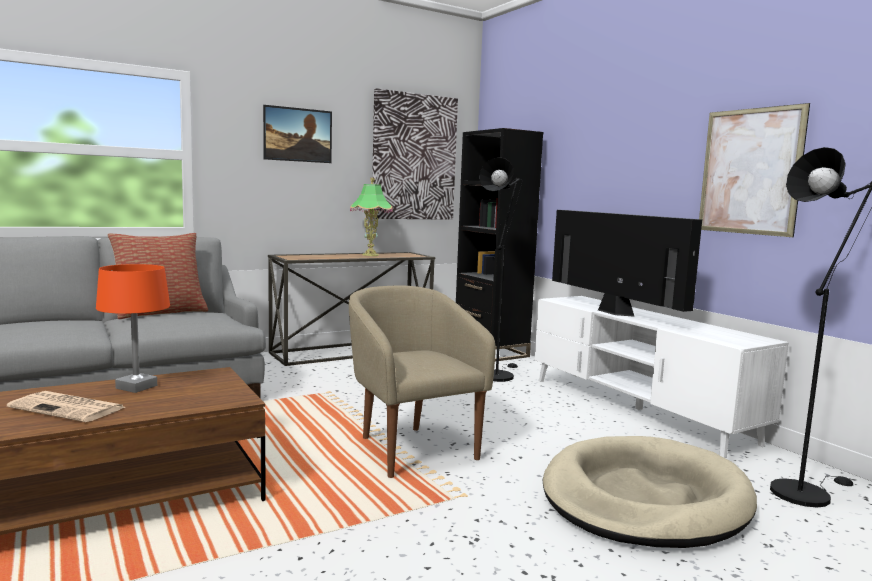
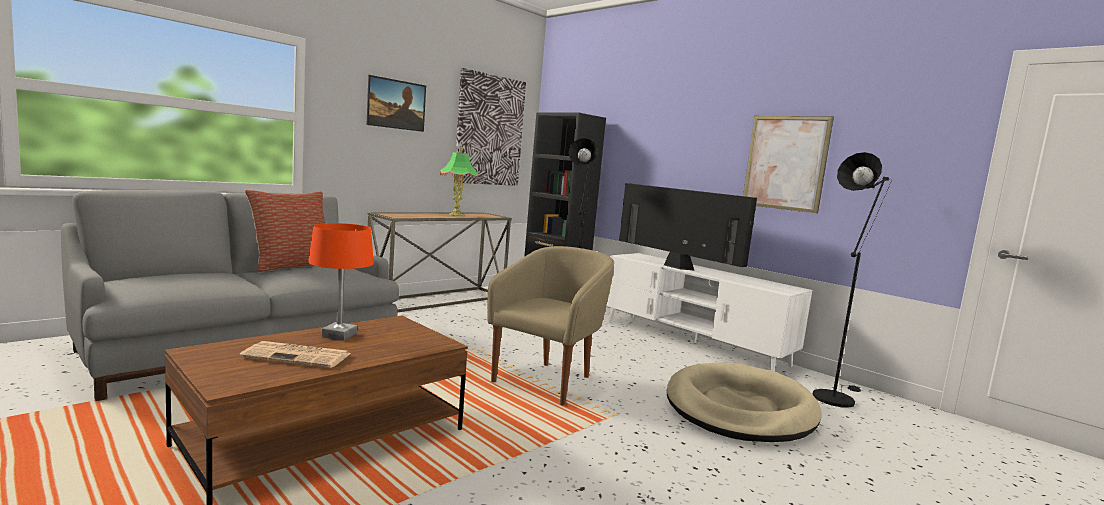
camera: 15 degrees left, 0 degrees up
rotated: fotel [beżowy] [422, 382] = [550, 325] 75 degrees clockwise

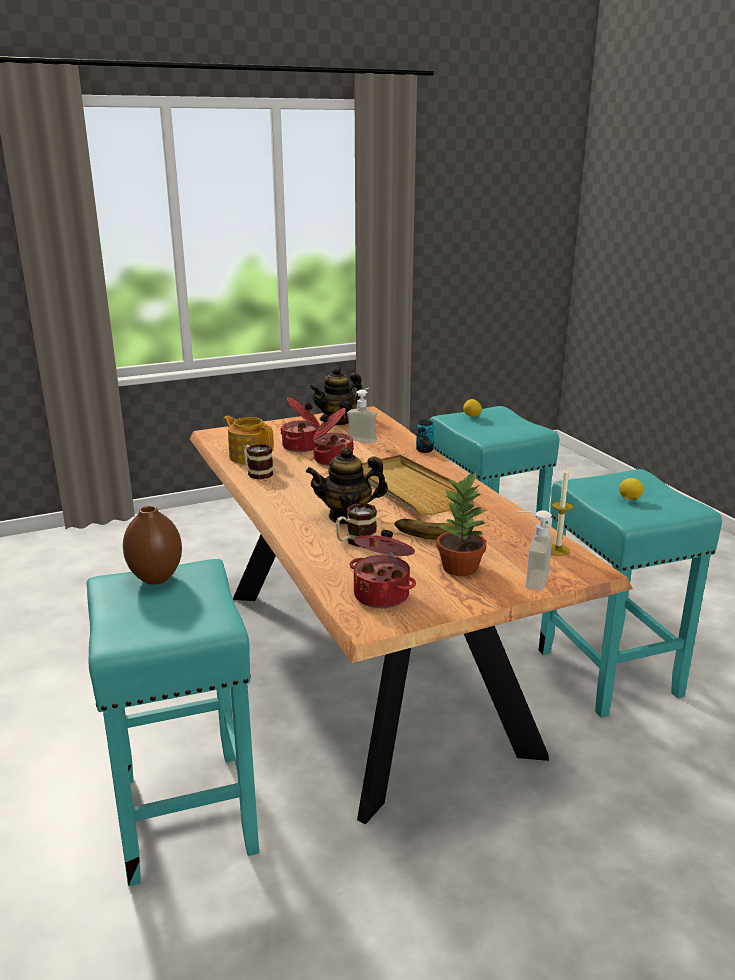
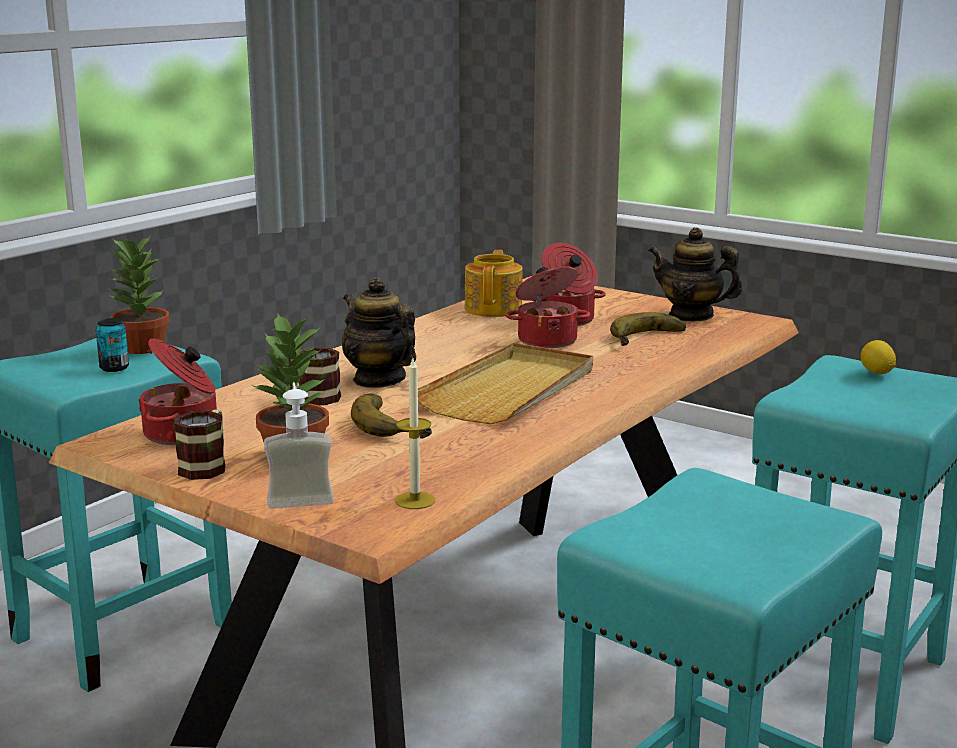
camera: 60 degrees right, 5 degrees down
gone: cytryna [631, 489]
shifted: puszka [425, 436] to [112, 345]; kubek [259, 462] to [200, 445]
swapped: dozownik mydła [362, 416] to banan [648, 329]; wazon [brązowy] [152, 545] to roślina doniczkowa [138, 294]

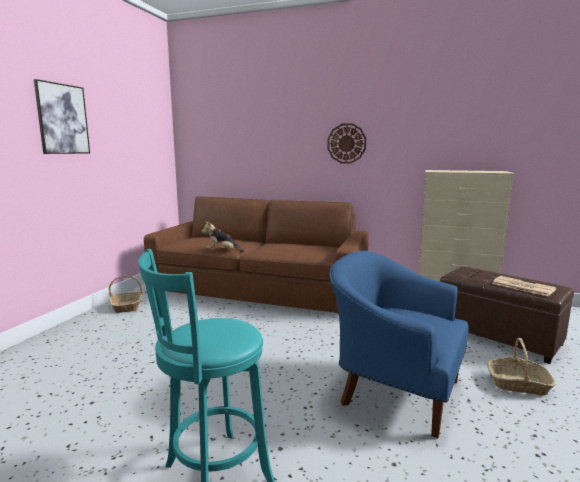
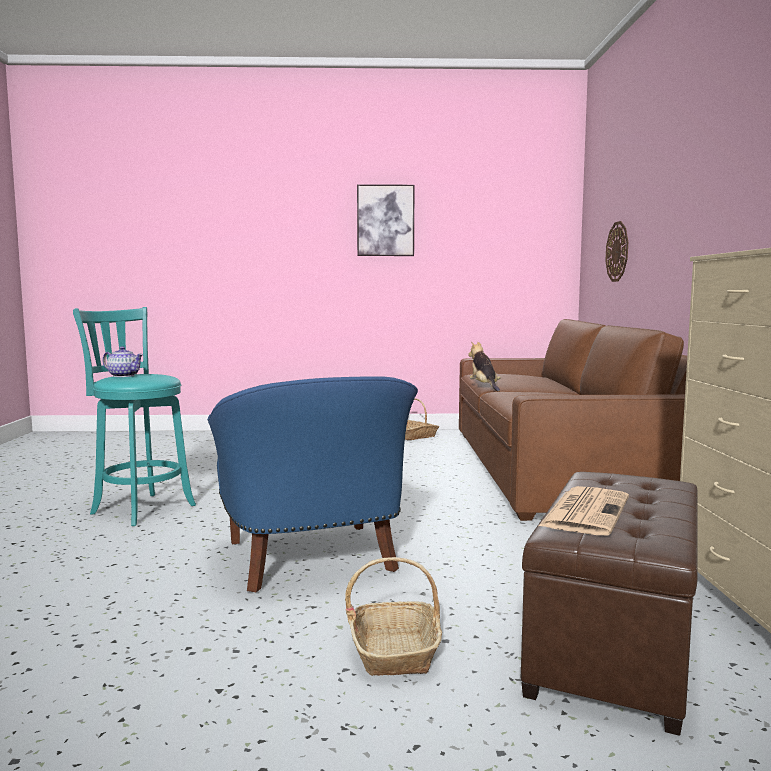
camera: 70 degrees right, 5 degrees down
new: imbryk [123, 361]
shifted: zegar ścienny [346, 143] to [616, 251]
rotated: fotel [niebieski] [399, 344] = [312, 484] 150 degrees clockwise

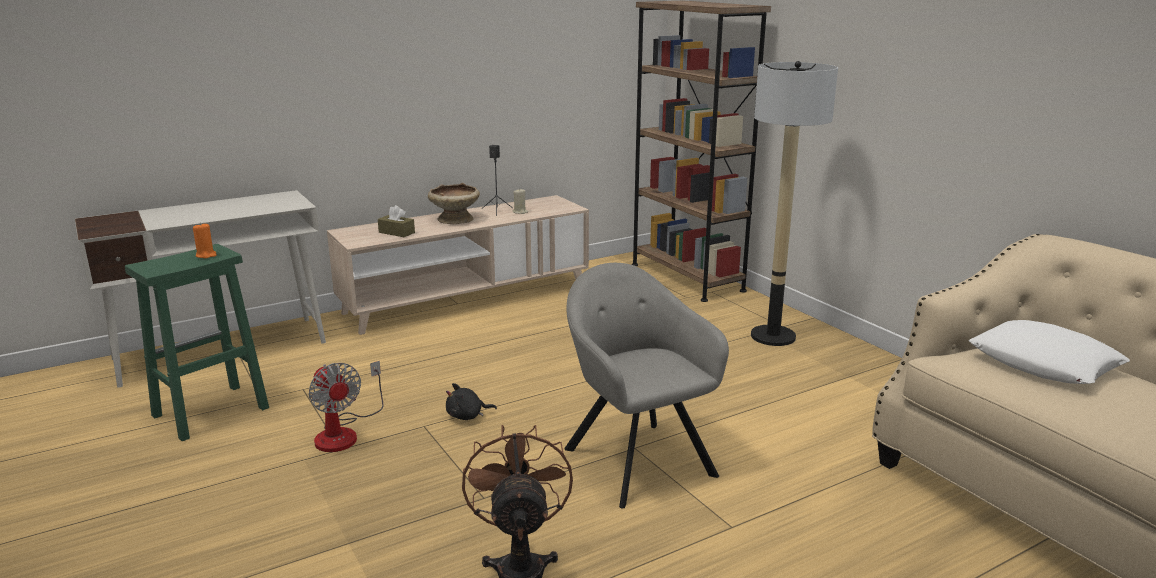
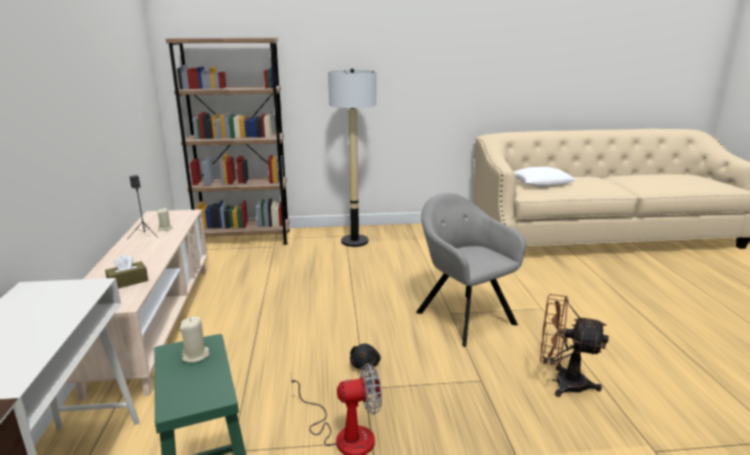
camera: 65 degrees left, 0 degrees up
gone: miska [beżowy] [454, 203]
repainted: świeca [pomarańczowy] [205, 240] to świeca [beżowy] [195, 340]
rotated: fotel [szary] [646, 386] = [471, 270] 60 degrees clockwise

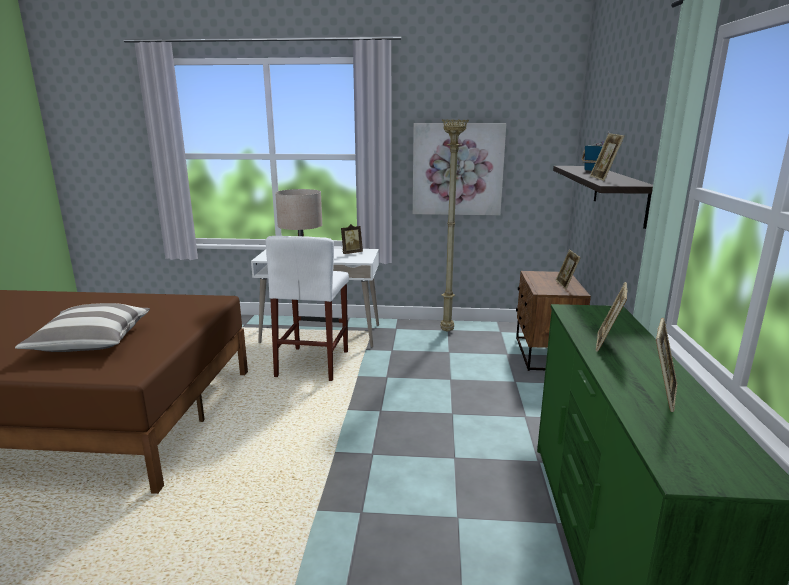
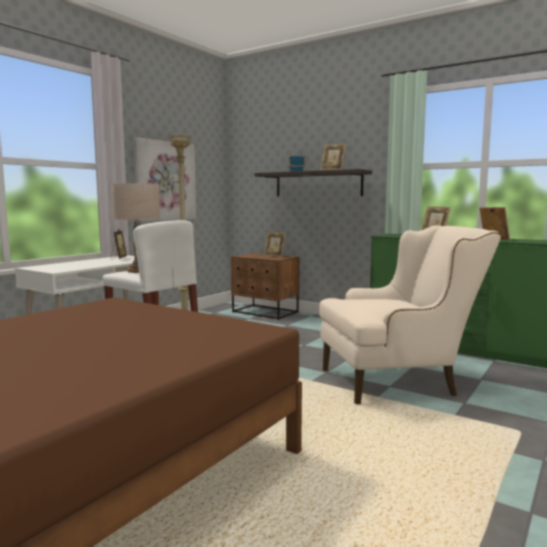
camera: 60 degrees left, 10 degrees down
gone: poduszka [82, 327]
new: fotel [beżowy] [410, 314]

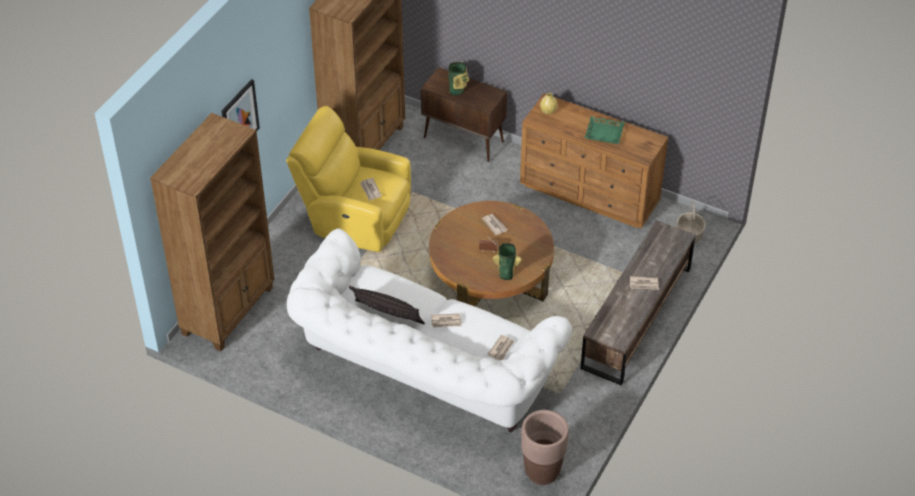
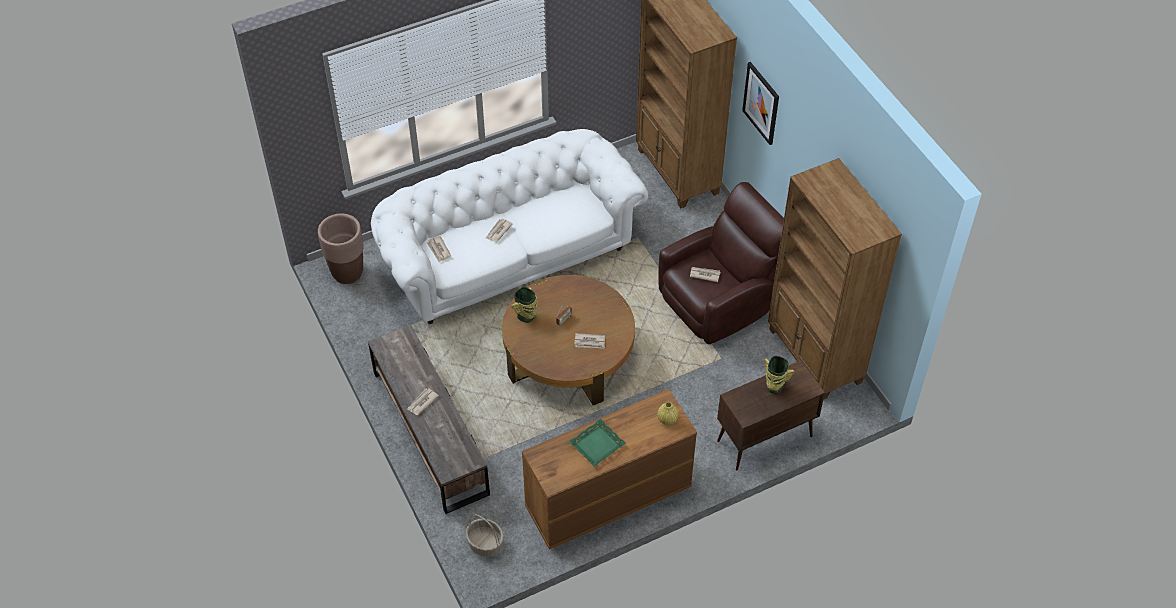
camera: 125 degrees right, 5 degrees up
gone: poduszka [387, 305]
repainted: fotel [żółty] [348, 179] to fotel [brązowy] [721, 263]

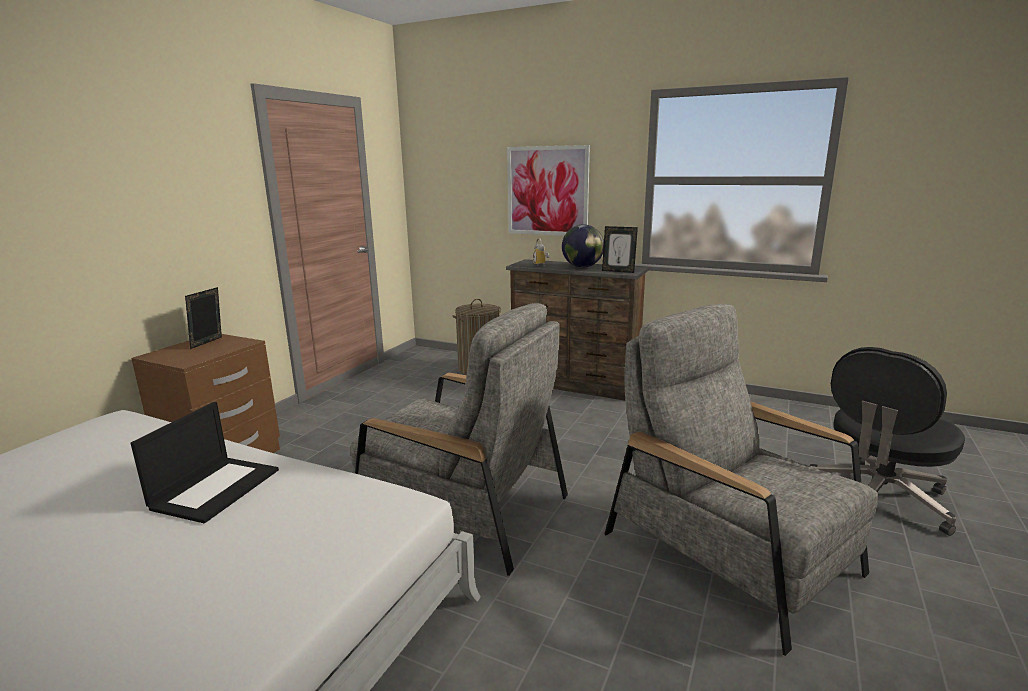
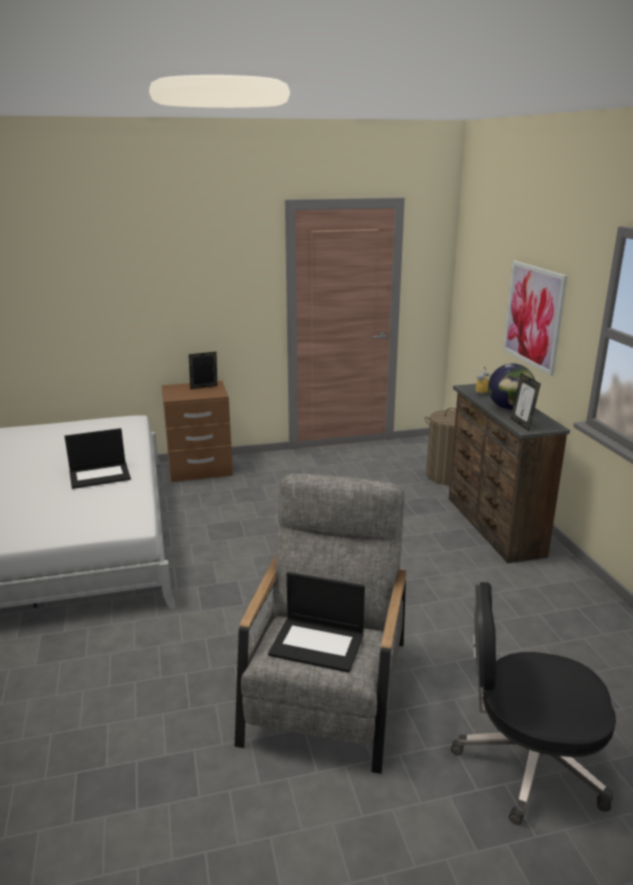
camera: 50 degrees right, 5 degrees up
gone: fotel [szary] [459, 439]
new: laptop [316, 622]

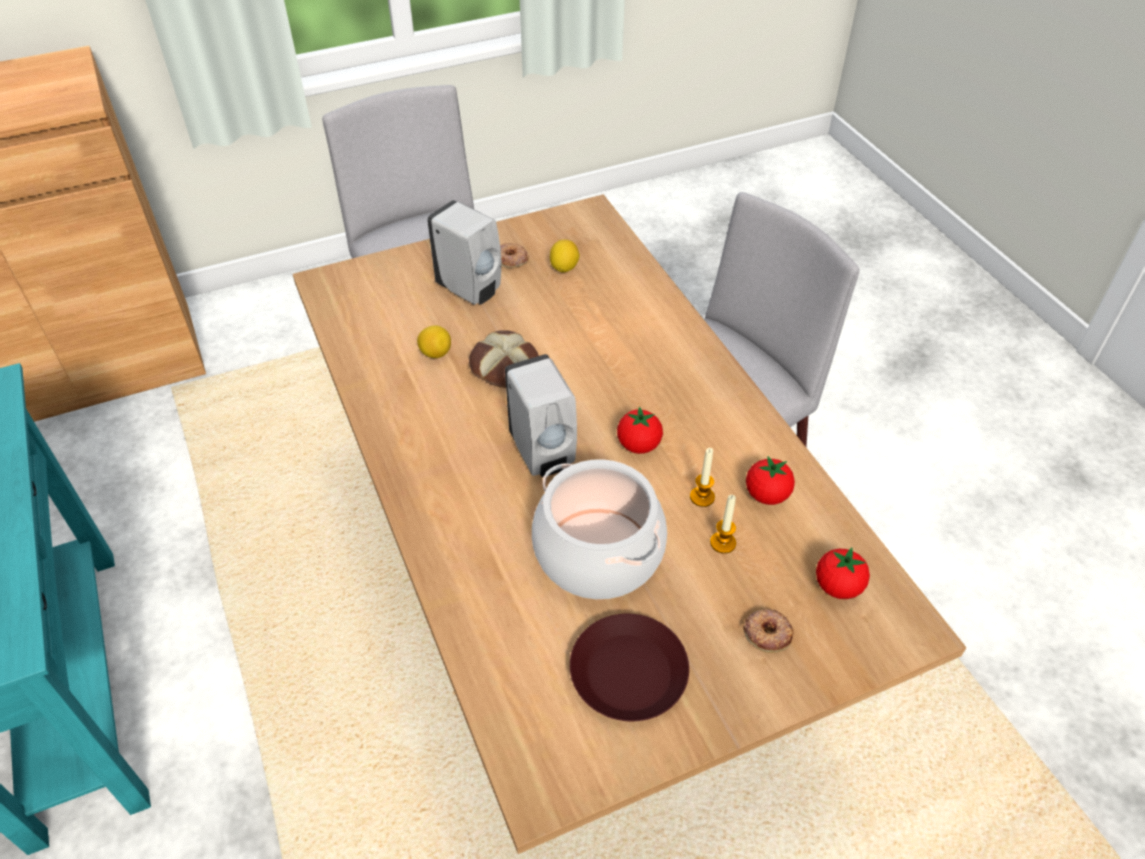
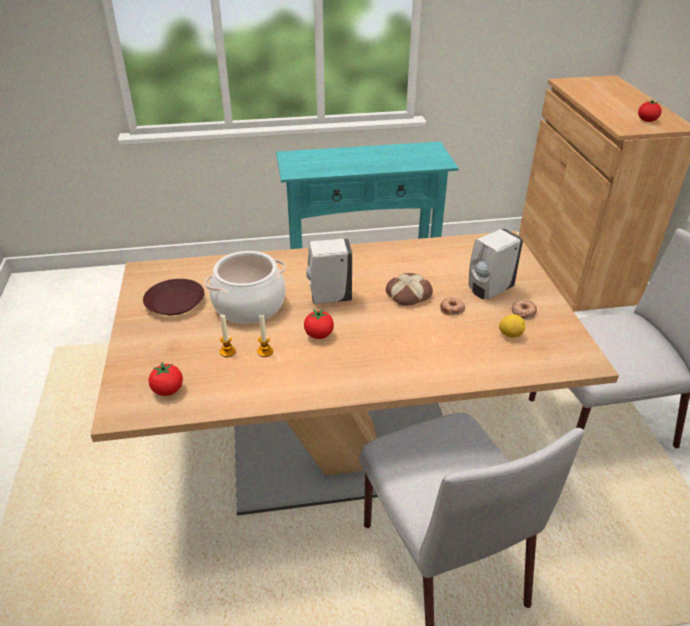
camera: 105 degrees right, 10 degrees down
gone: cytryna [434, 341]
shifted: pomidor [770, 480] to [650, 110]; donut [768, 631] to [452, 306]

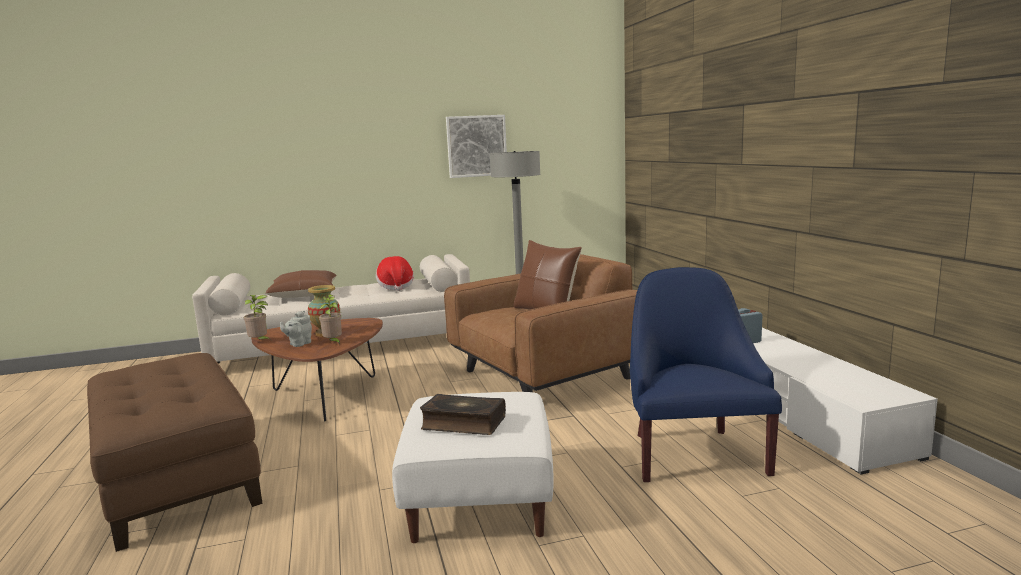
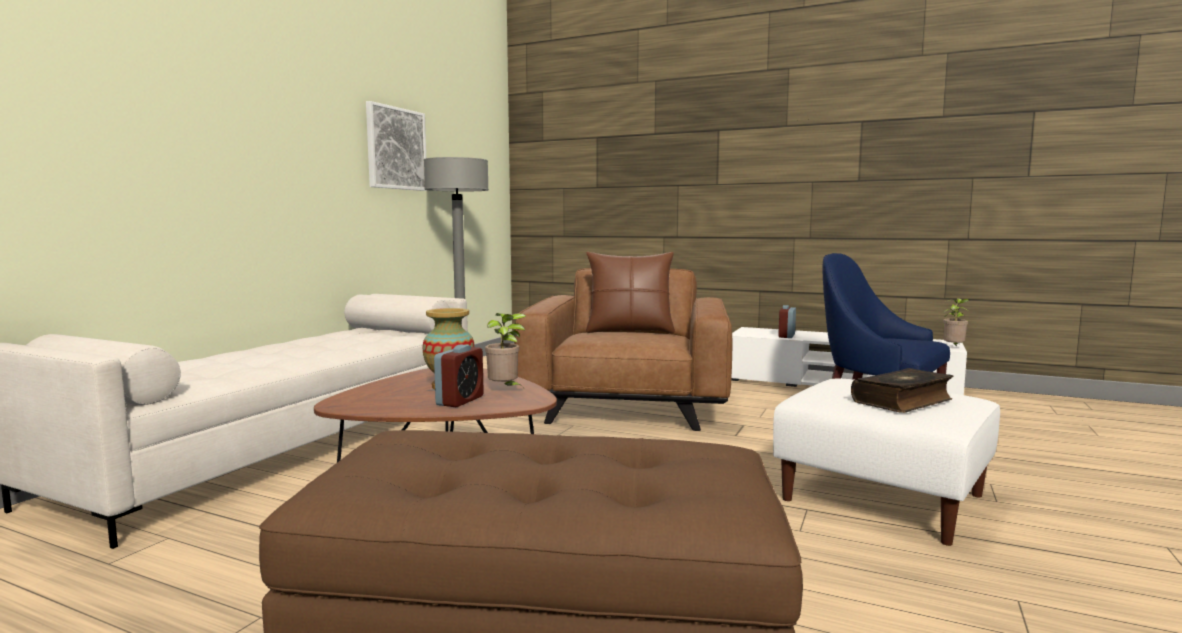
camera: 50 degrees left, 5 degrees down
gone: kapelusz [395, 273]; poduszka [brązowy] [301, 284]
shifted: roślina doniczkowa [257, 317] to [956, 322]
swapped: imbryk [szary] [296, 329] to budzik [459, 376]

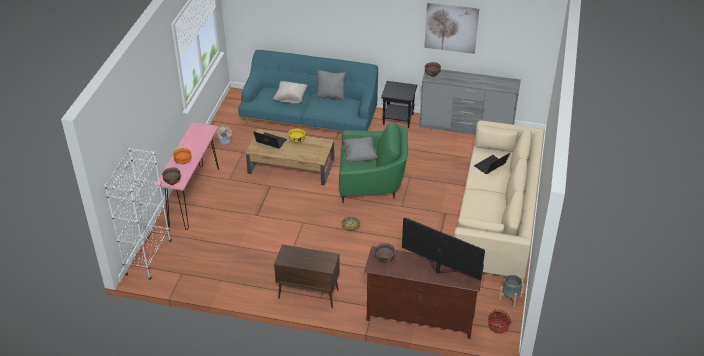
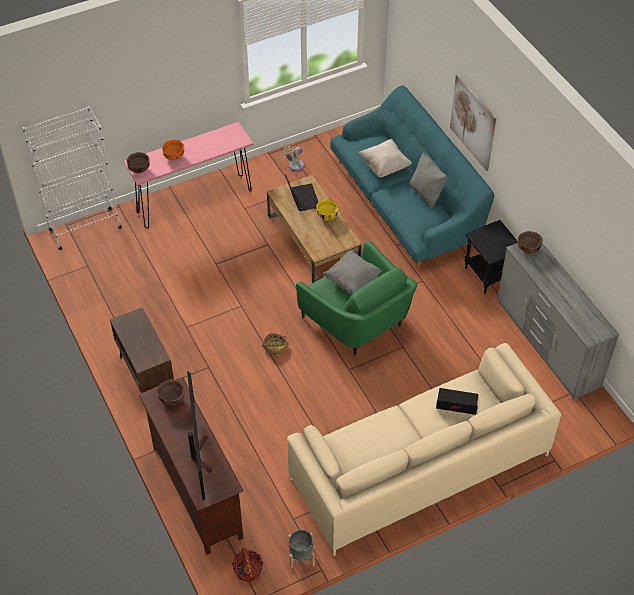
camera: 50 degrees right, 10 degrees up
shifted: obraz [451, 28] to [473, 122]

